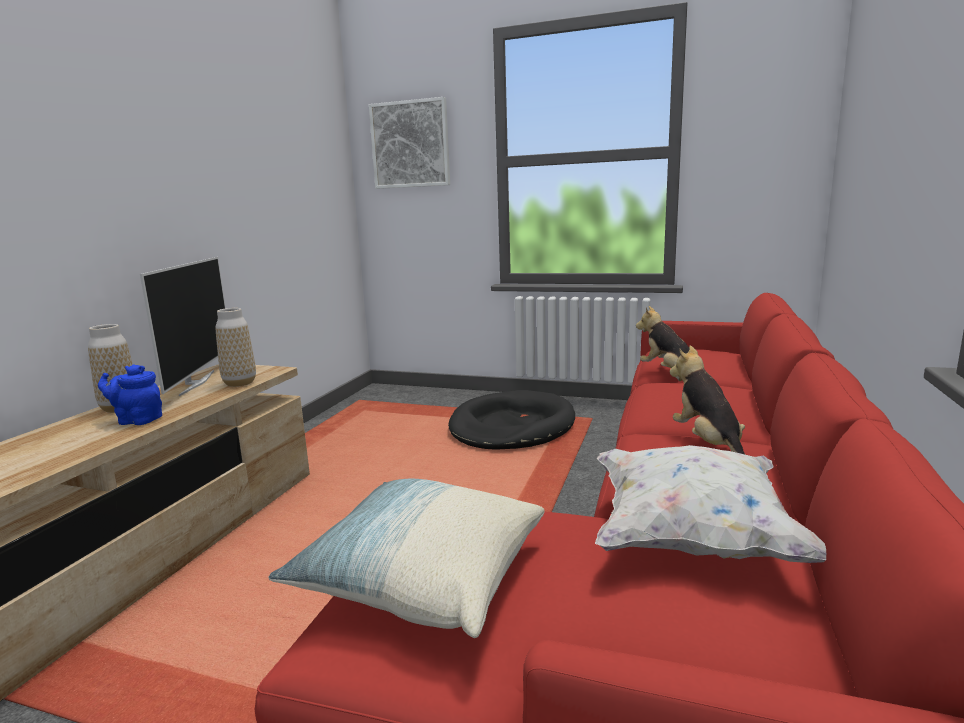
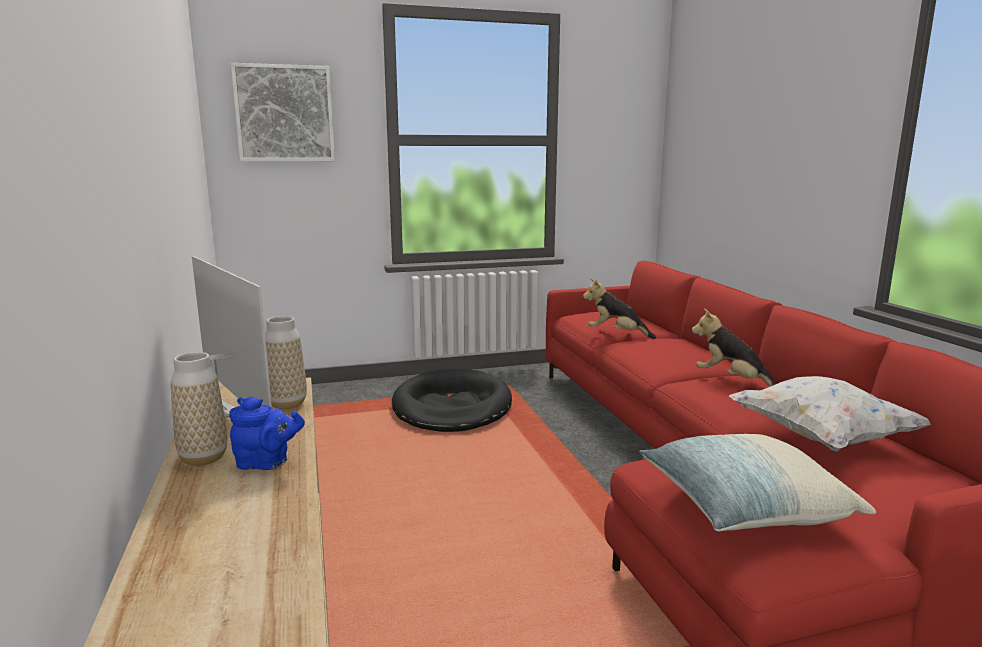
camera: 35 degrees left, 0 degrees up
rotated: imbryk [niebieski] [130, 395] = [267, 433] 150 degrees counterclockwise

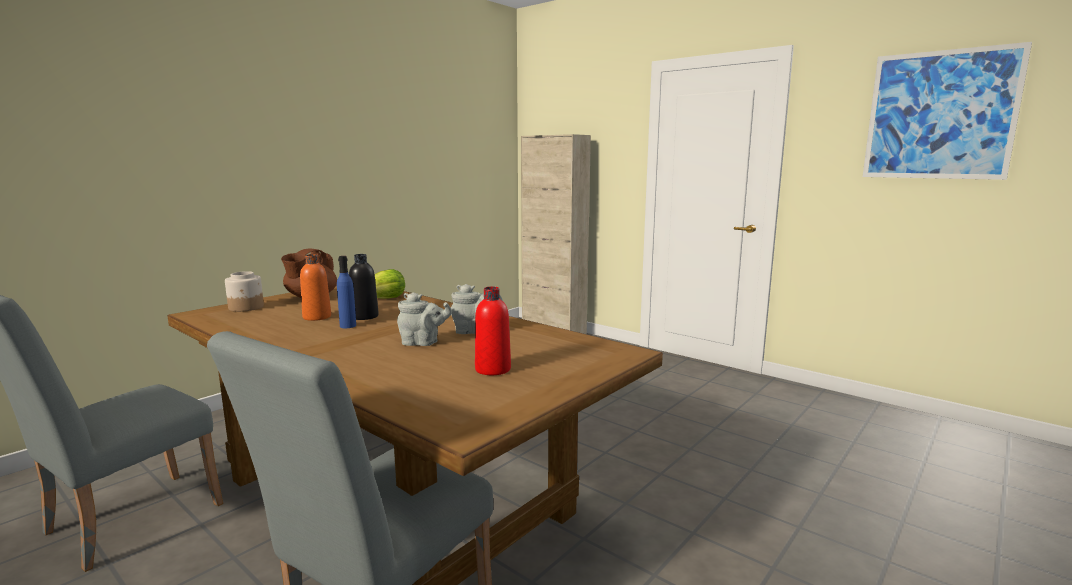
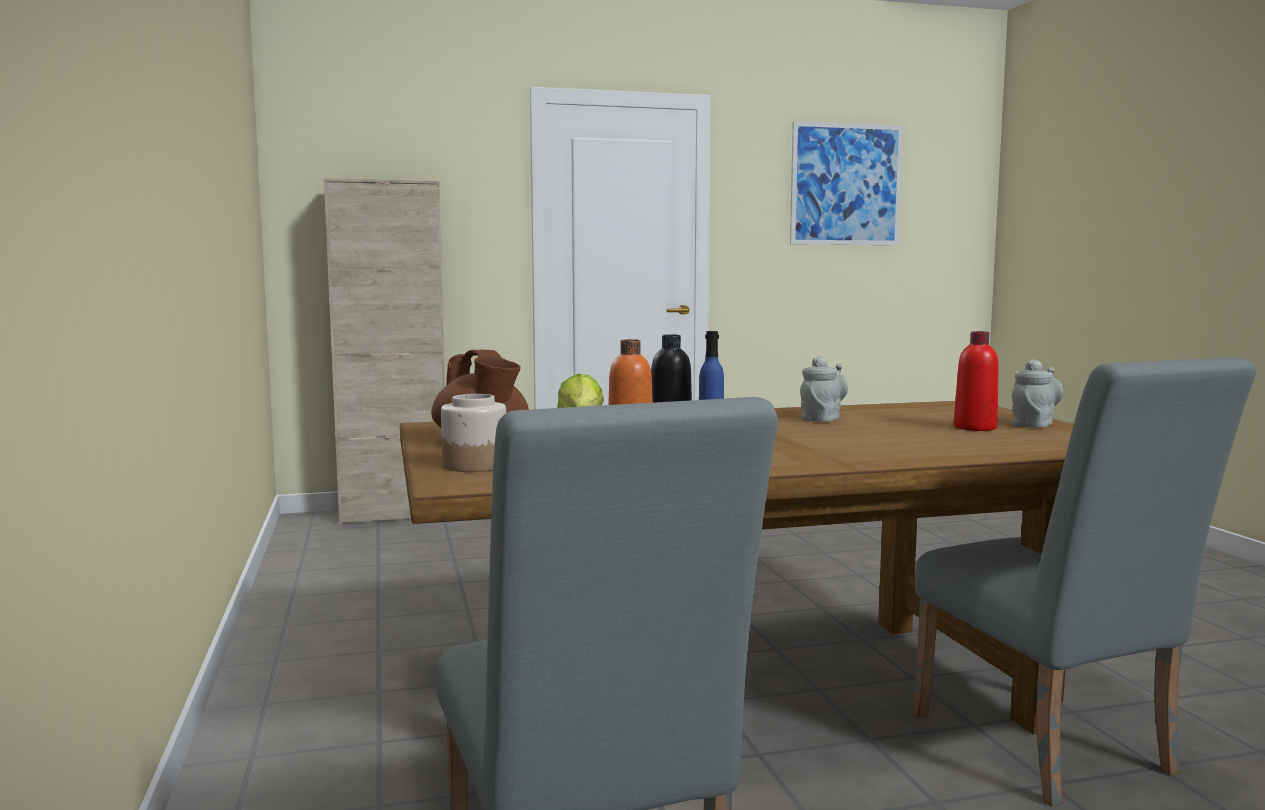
camera: 55 degrees left, 5 degrees down
shifted: imbryk [szary] [424, 319] to [1037, 393]

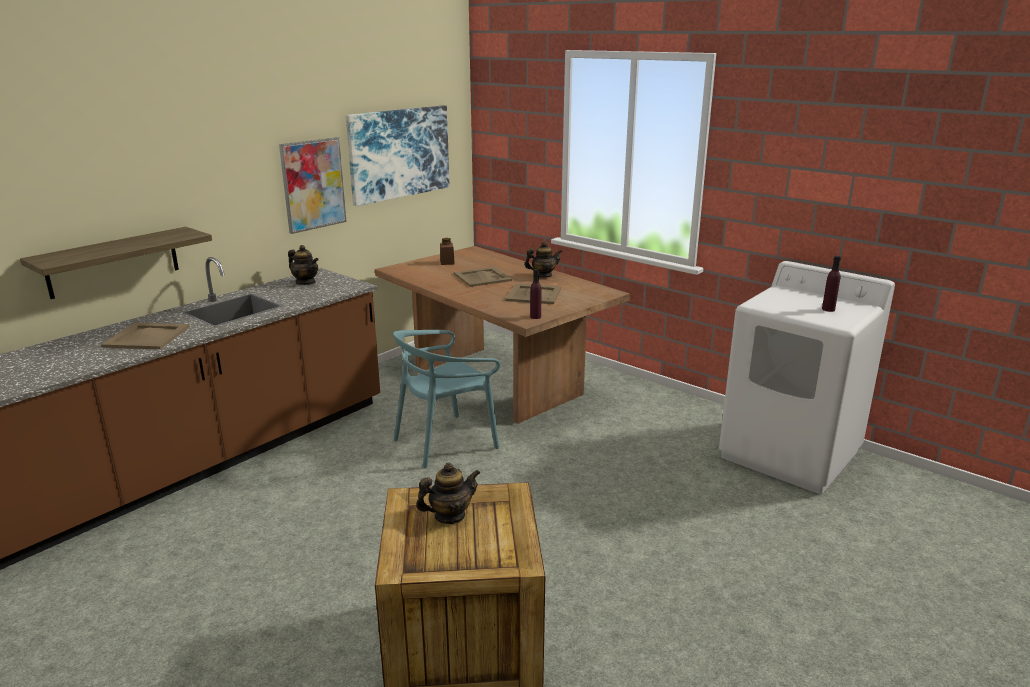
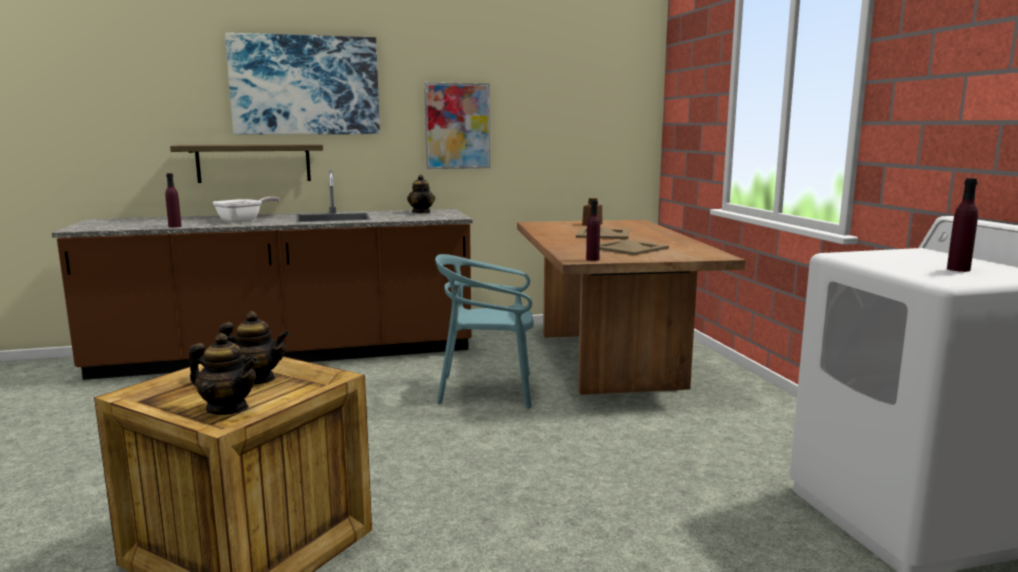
camera: 35 degrees right, 10 degrees down
new: butelka [fioletowy] [173, 200]
shifted: obraz [397, 155] to [302, 83]; imbryk [543, 260] to [223, 374]
swapped: taca [beżowy] [145, 336] to patelnia [246, 210]

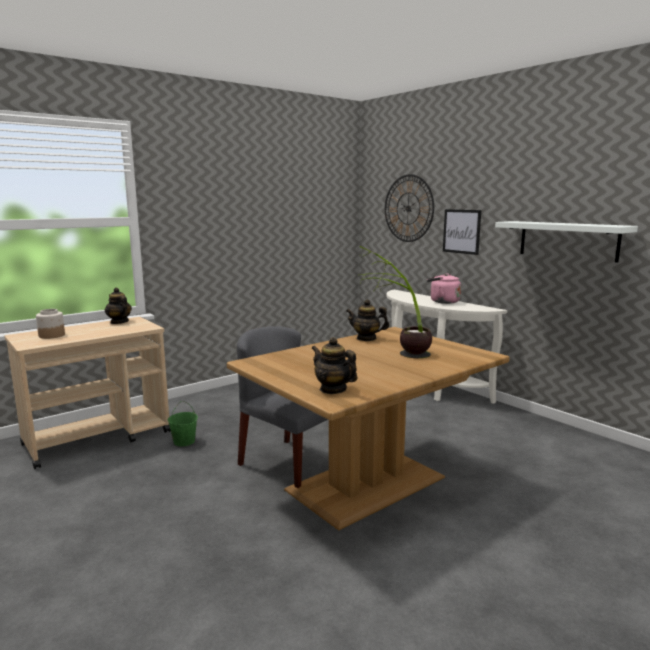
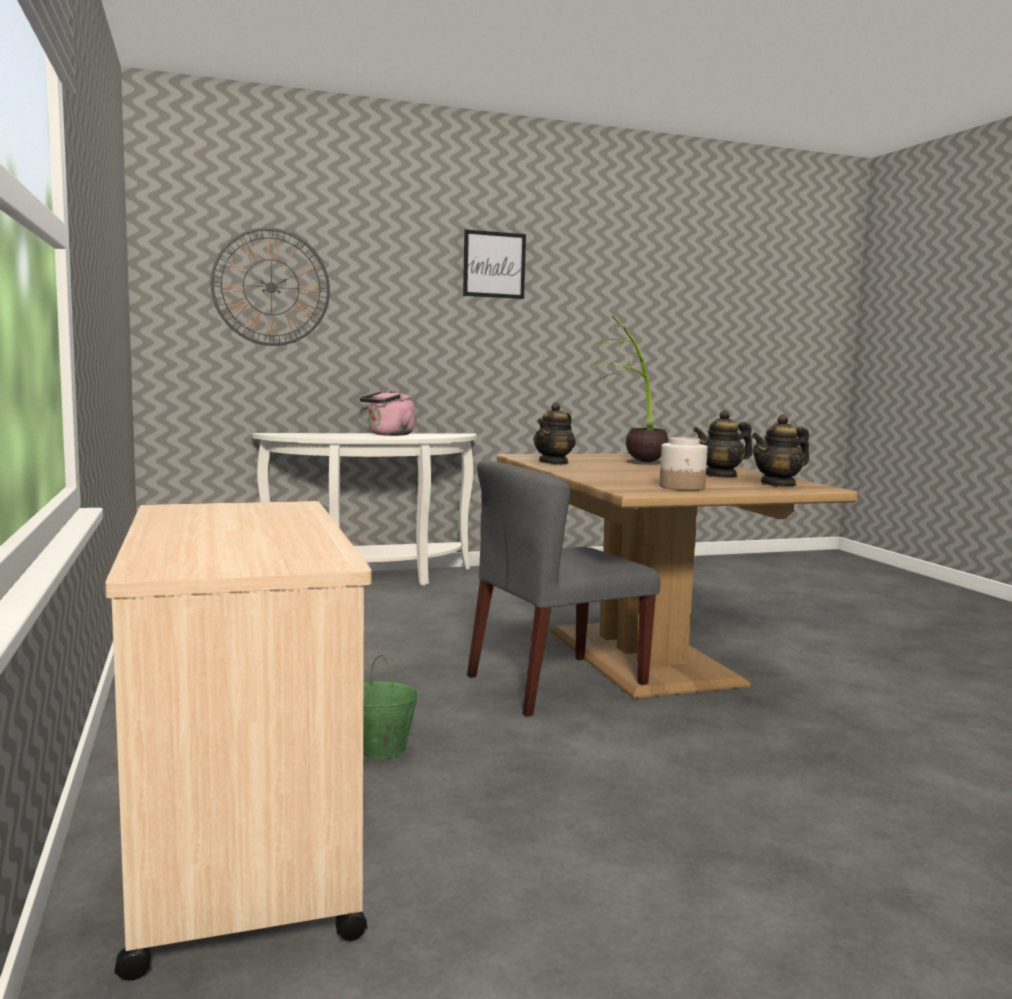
camera: 70 degrees left, 5 degrees down
gone: półka [biały] [566, 242]
shifted: obraz [462, 232] to [494, 264]; imbryk [118, 306] to [723, 444]; słoik [50, 324] to [684, 463]

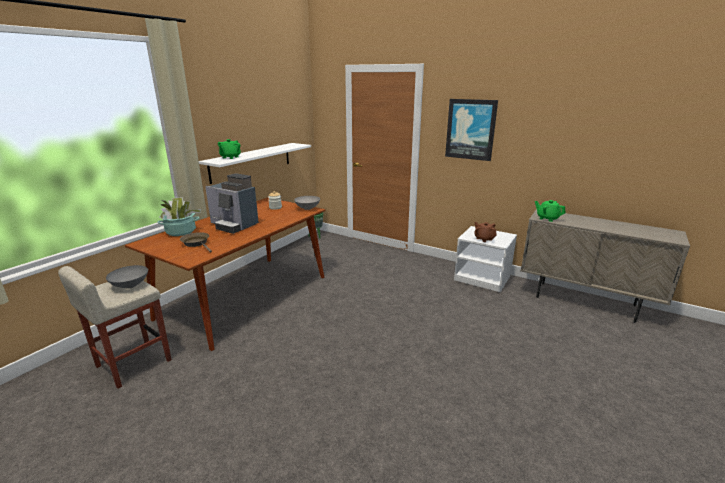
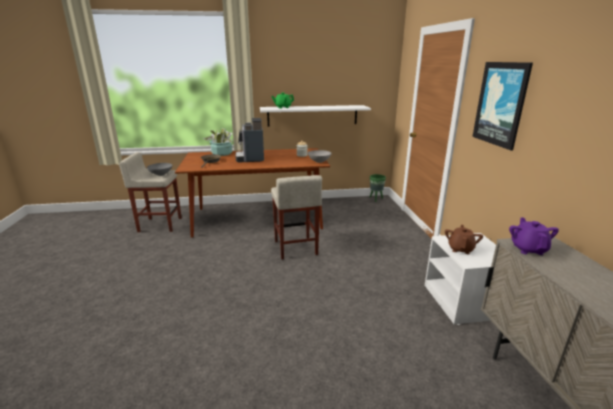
camera: 50 degrees right, 0 degrees up
new: stołek [beżowy] [296, 217]
repainted: imbryk [zielony] [550, 211] to imbryk [fioletowy] [534, 236]

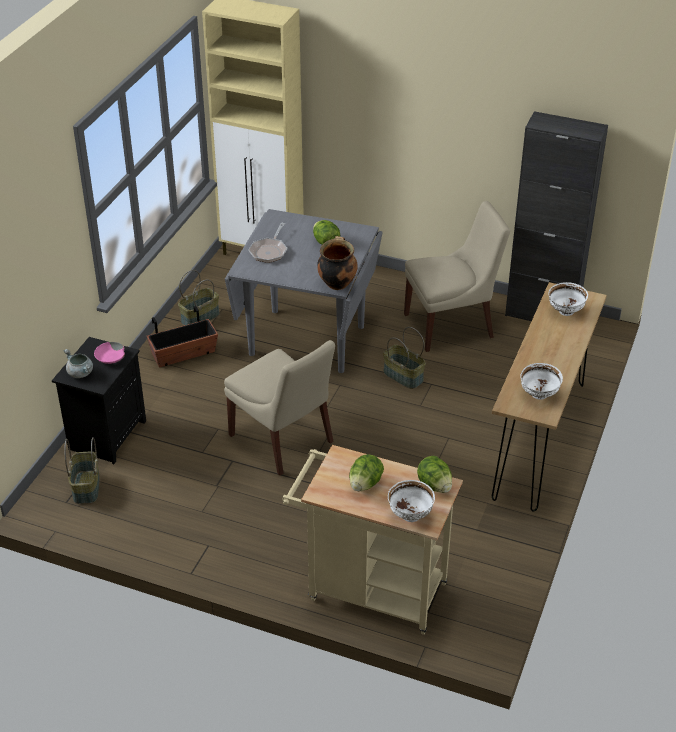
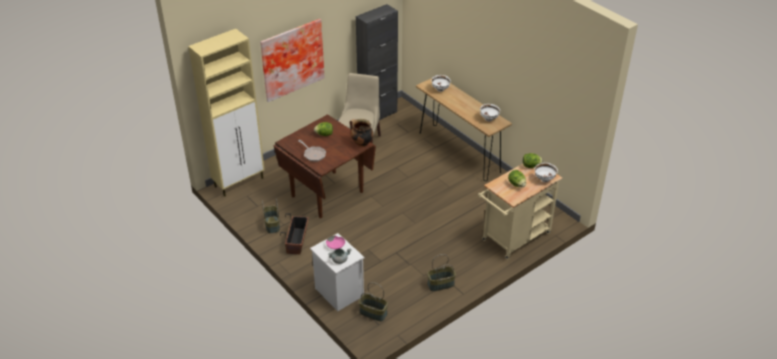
camera: 60 degrees left, 0 degrees up
gone: krzesło [beżowy] [279, 407]
new: obraz [292, 60]
shifted: koszyk [404, 358] to [441, 272]
repainted: stół jadalny [szary] [304, 291] to stół jadalny [brązowy] [325, 166]; szafka nocna [czarny] [99, 400] to szafka nocna [biały] [337, 272]

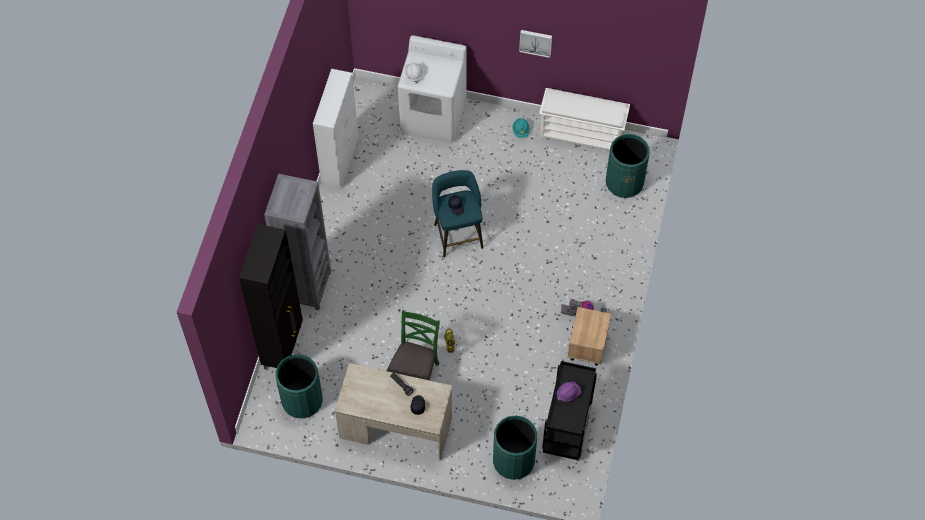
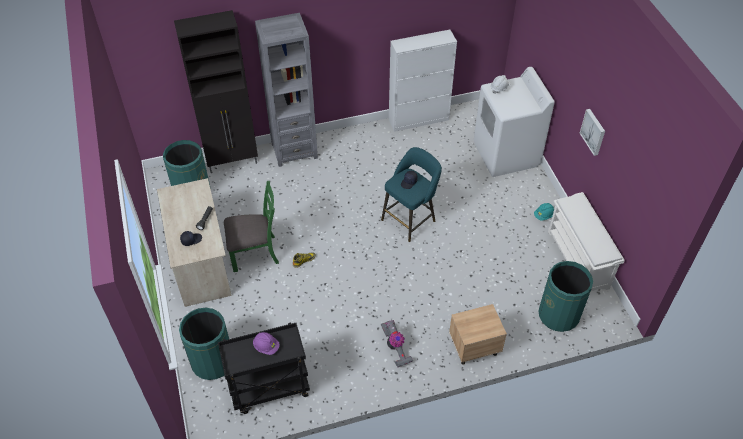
camera: 60 degrees right, 10 degrees down
shifted: szafka nocna [beżowy] [589, 336] to [478, 334]

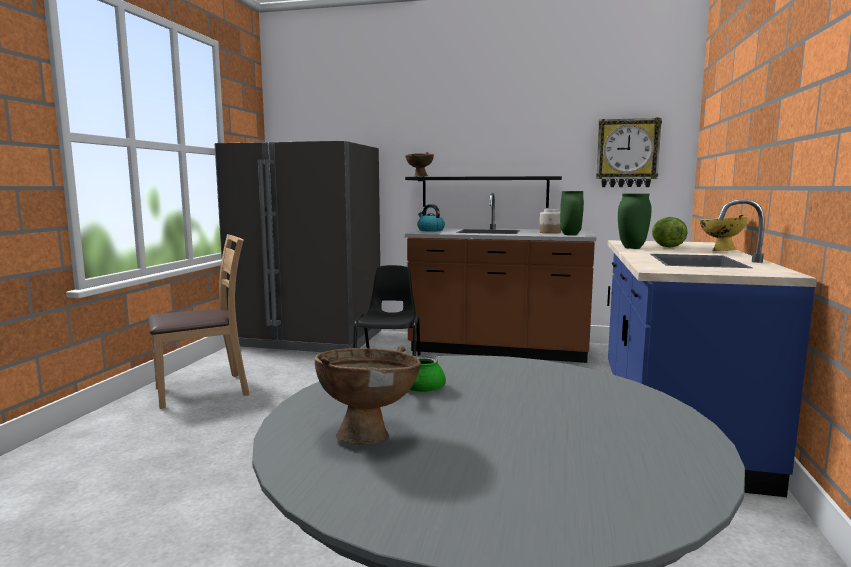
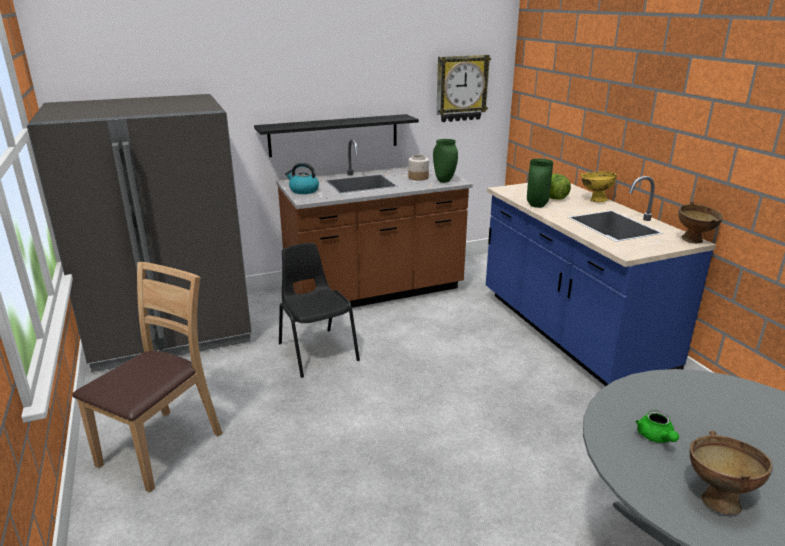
camera: 35 degrees left, 15 degrees up
shifted: miska [brązowy] [419, 164] to [700, 222]

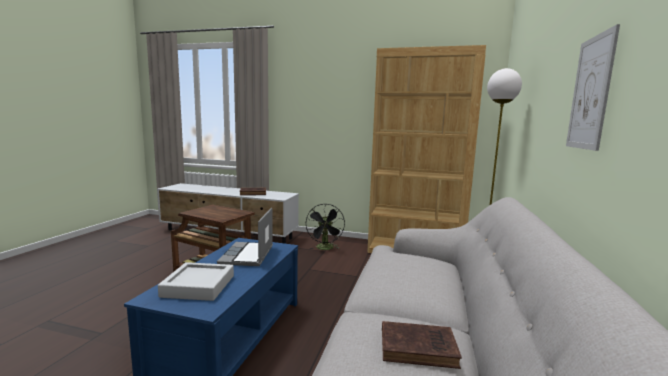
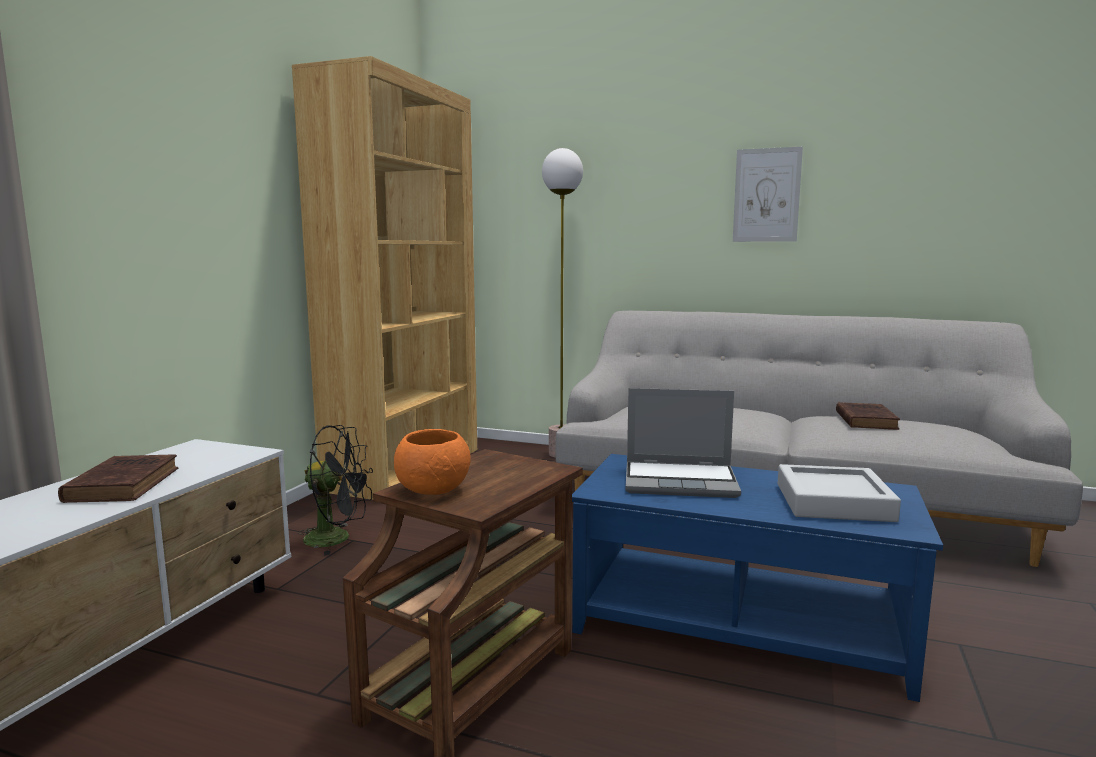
camera: 85 degrees left, 0 degrees up
new: miska [pomarańczowy] [432, 462]

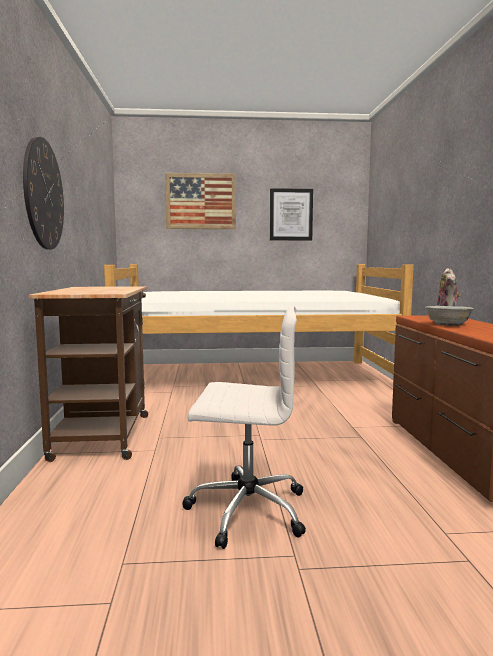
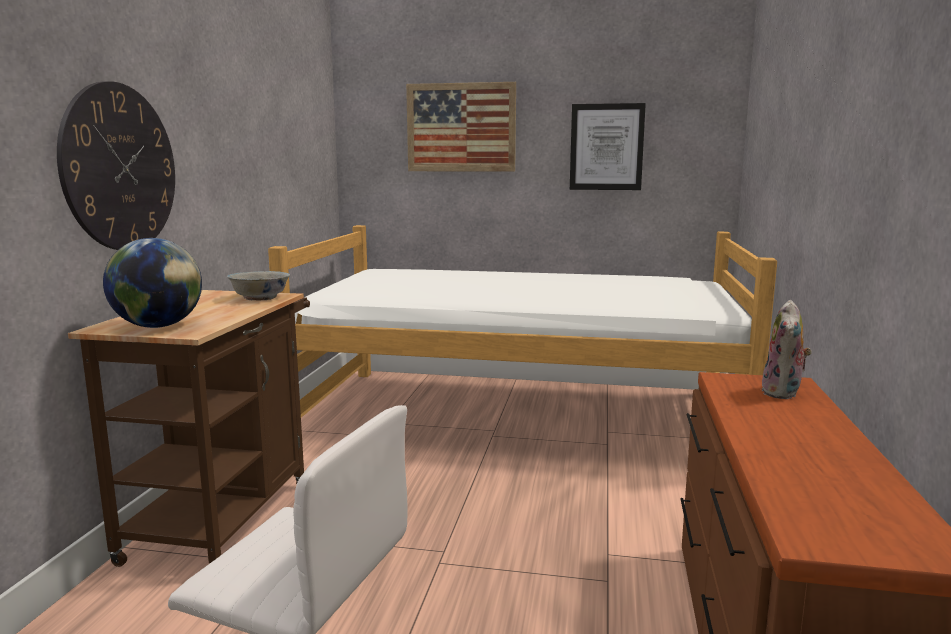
camera: 15 degrees right, 5 degrees up
new: globus [152, 283]
shifted: miska [biały] [449, 316] to [258, 285]

